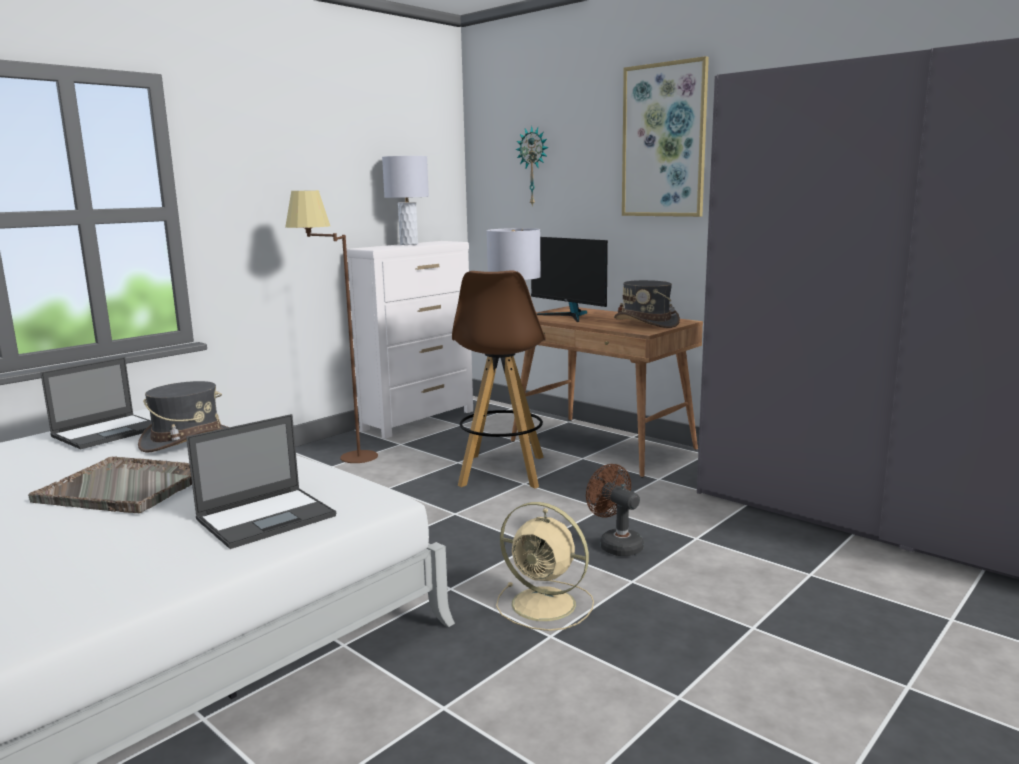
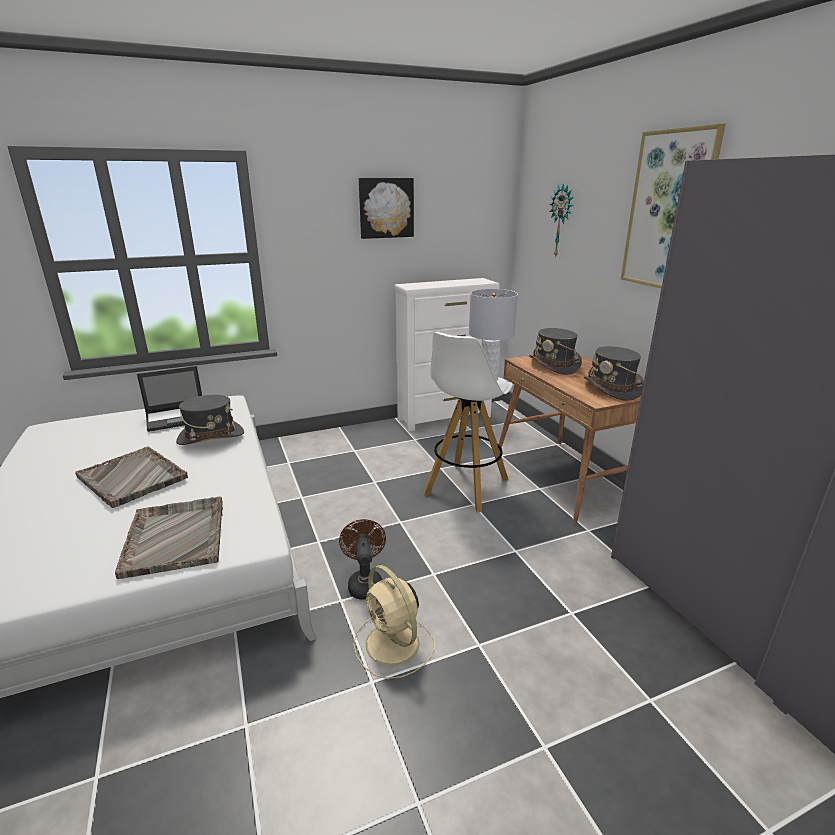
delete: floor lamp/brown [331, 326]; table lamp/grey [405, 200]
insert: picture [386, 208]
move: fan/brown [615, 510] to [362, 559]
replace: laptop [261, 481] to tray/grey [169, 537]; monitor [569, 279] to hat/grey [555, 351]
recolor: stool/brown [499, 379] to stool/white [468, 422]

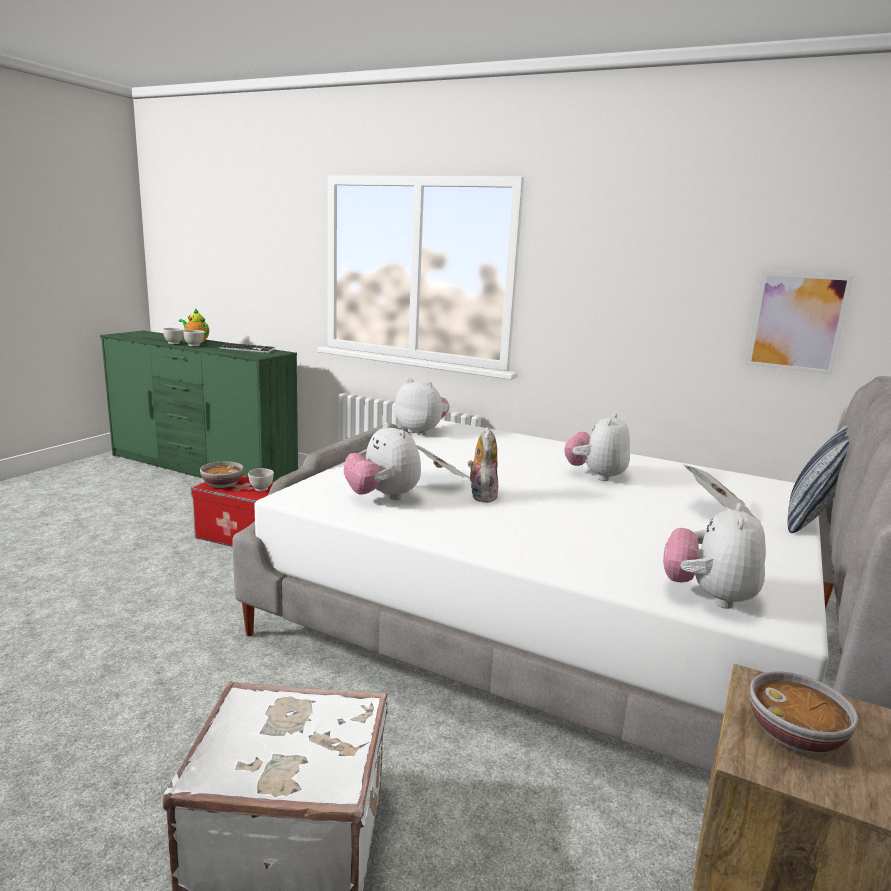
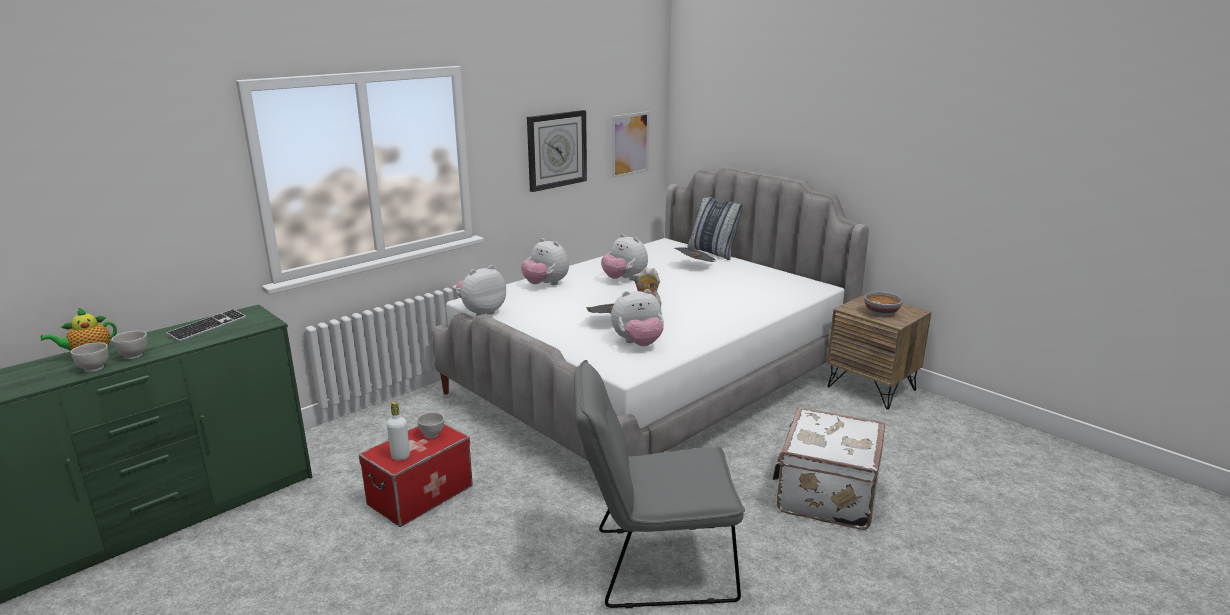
insert: wall clock [557, 151]; chair/grey [659, 484]
move: plush toy [714, 556] to [545, 261]
replace: bowl [222, 474] to bottle/white [398, 430]

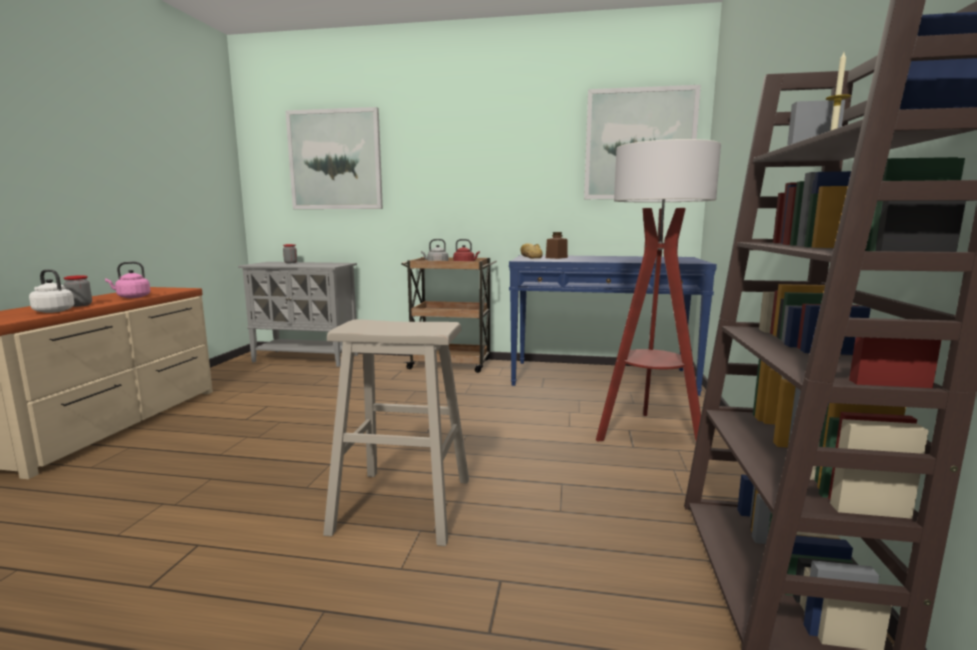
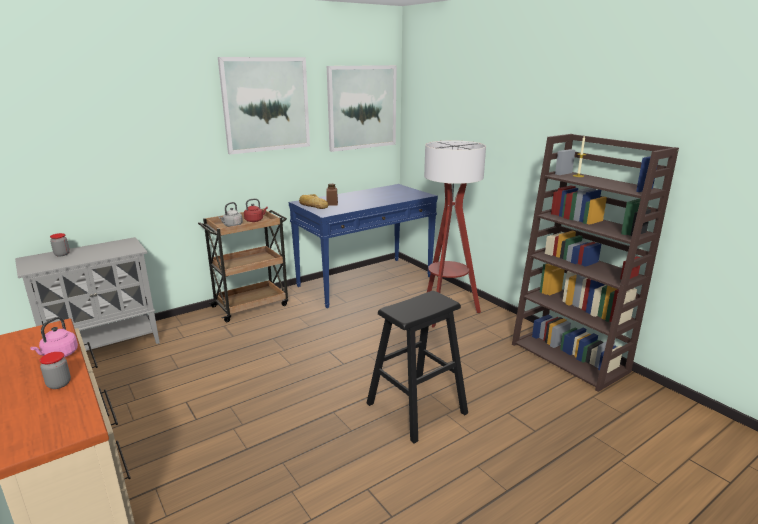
delete: kettle/white [51, 291]
move: picture [334, 158] to [264, 106]
recolor: stool/beige [396, 432] to stool/black [417, 367]

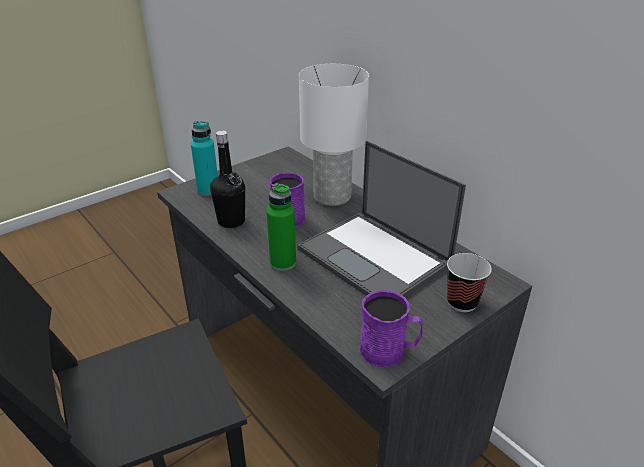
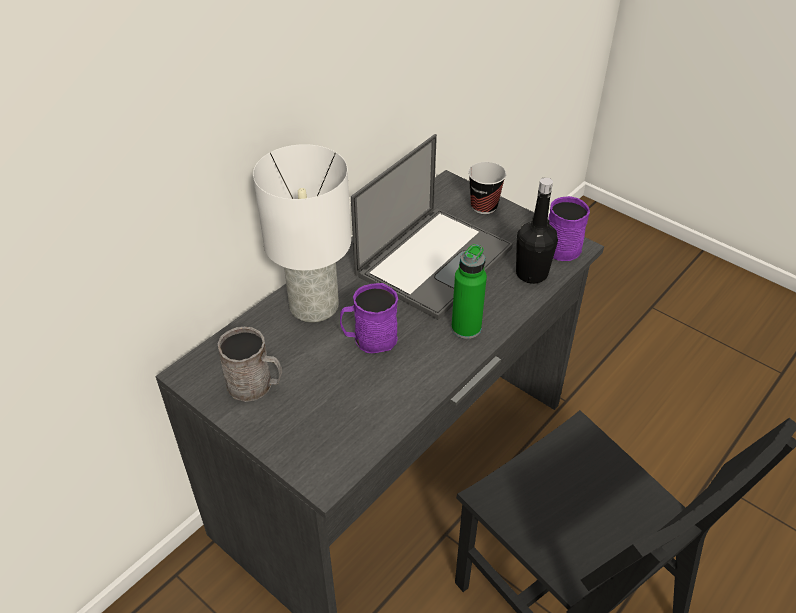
delete: bottle/turquoise [204, 158]
insert: mug/grey [249, 364]
move: bottle/black [227, 179] to [537, 230]

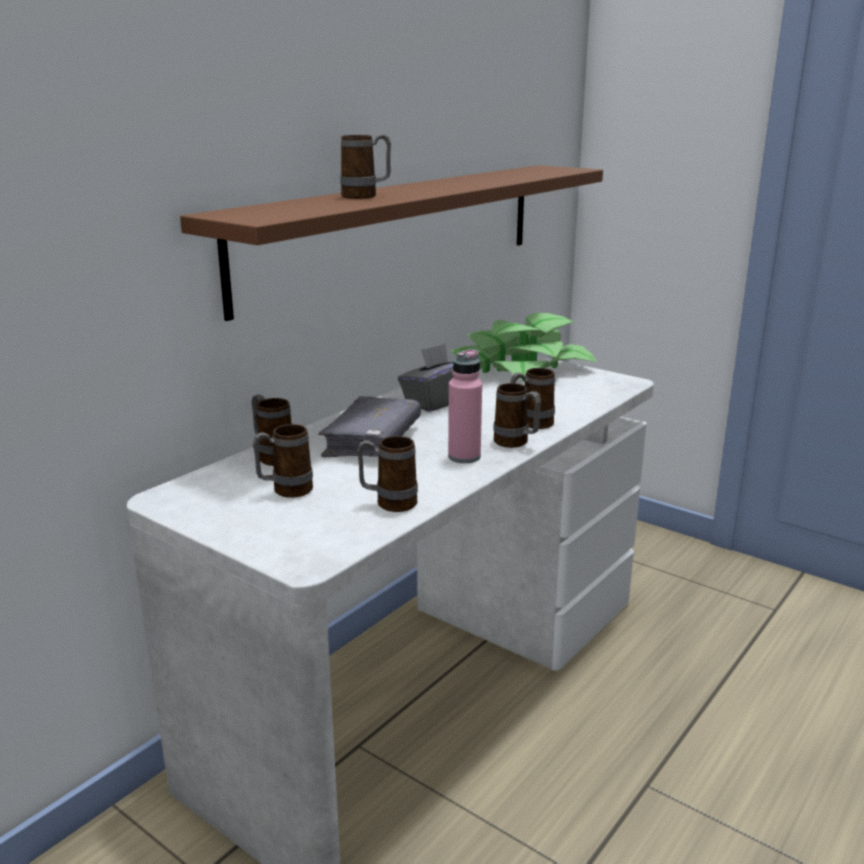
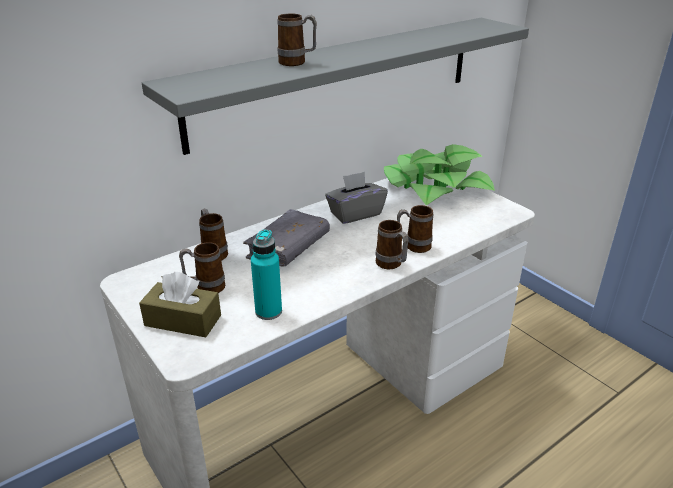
delete: bottle/pink [465, 406]
insert: tissue box/brown [180, 304]
replace: mug [387, 474] to bottle/turquoise [266, 274]
recolor: shelf/brown [391, 243] to shelf/grey [335, 86]

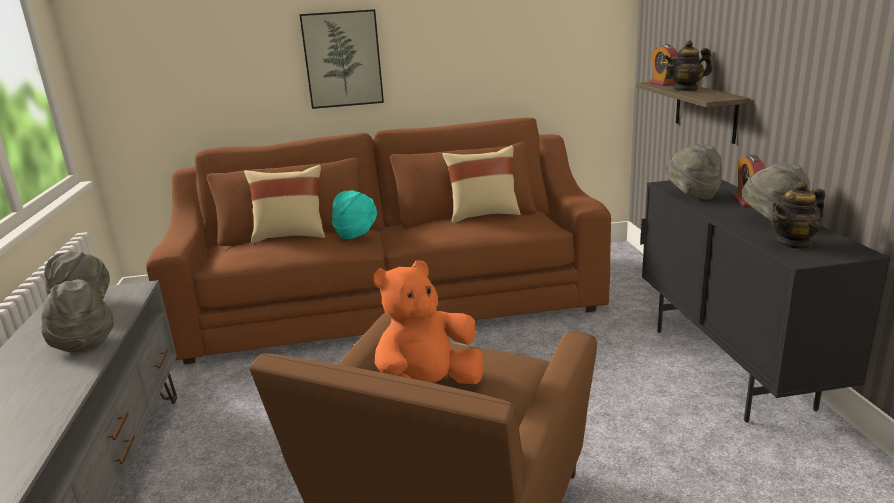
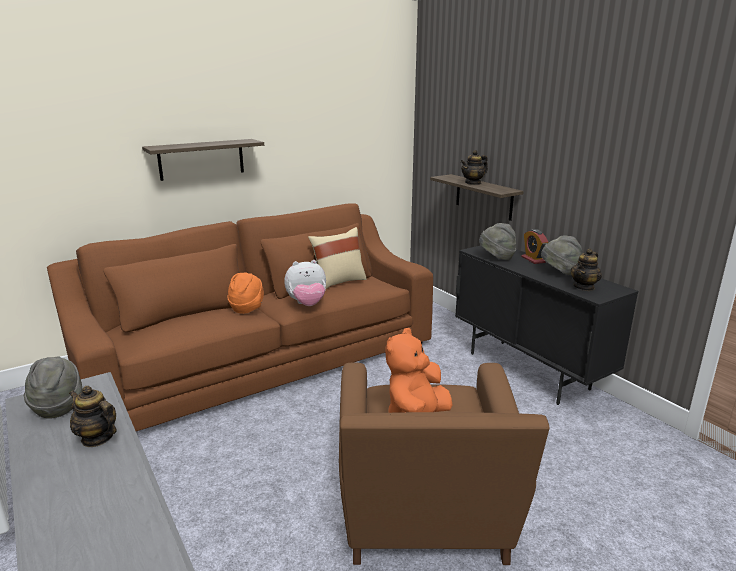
delete: pillow/beige [284, 204]; alarm clock [663, 65]
insert: plush toy [305, 283]
replace: hat/grey [77, 316] to teapot [93, 416]; picture [341, 59] to shelf [203, 160]
recolor: hat/turquoise [354, 214] to hat/orange [245, 293]

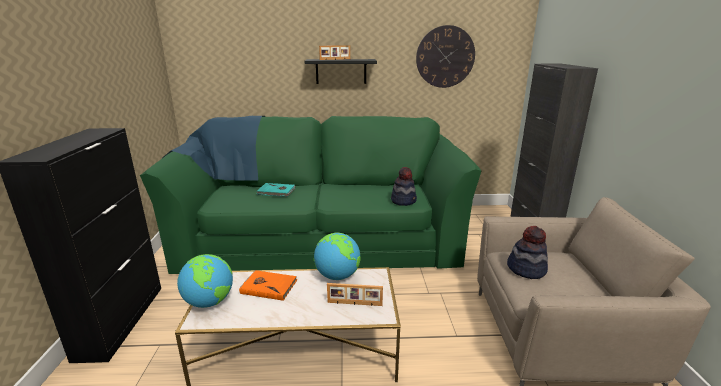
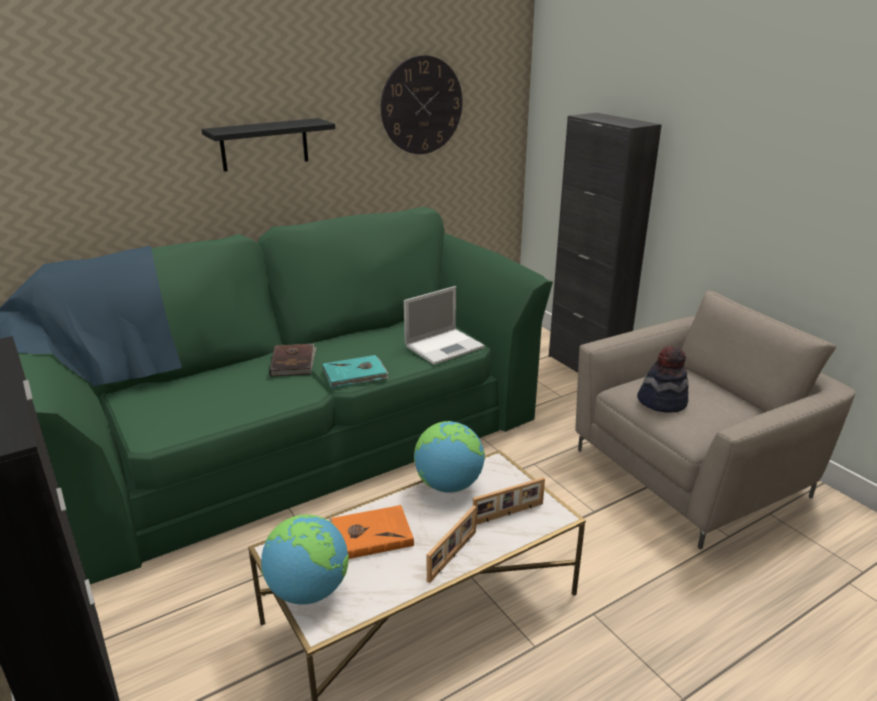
insert: book/brown [293, 360]
move: book/turquoise [276, 190] to [356, 371]; picture frame [334, 52] to [451, 544]
replace: hat [404, 186] to laptop [444, 325]

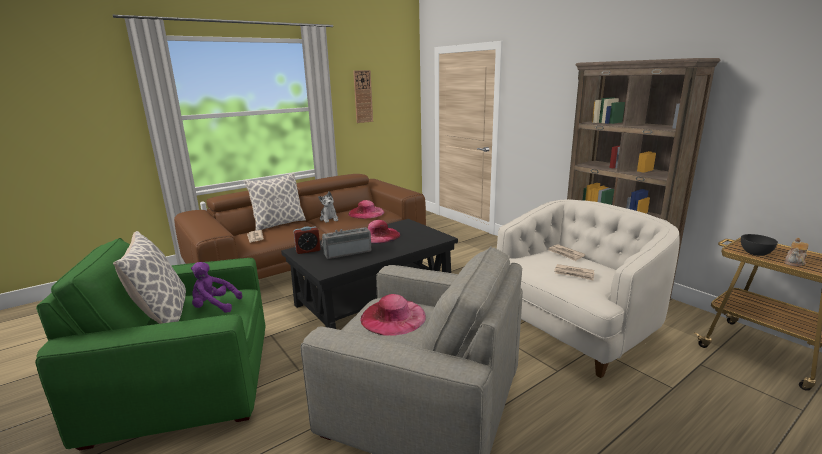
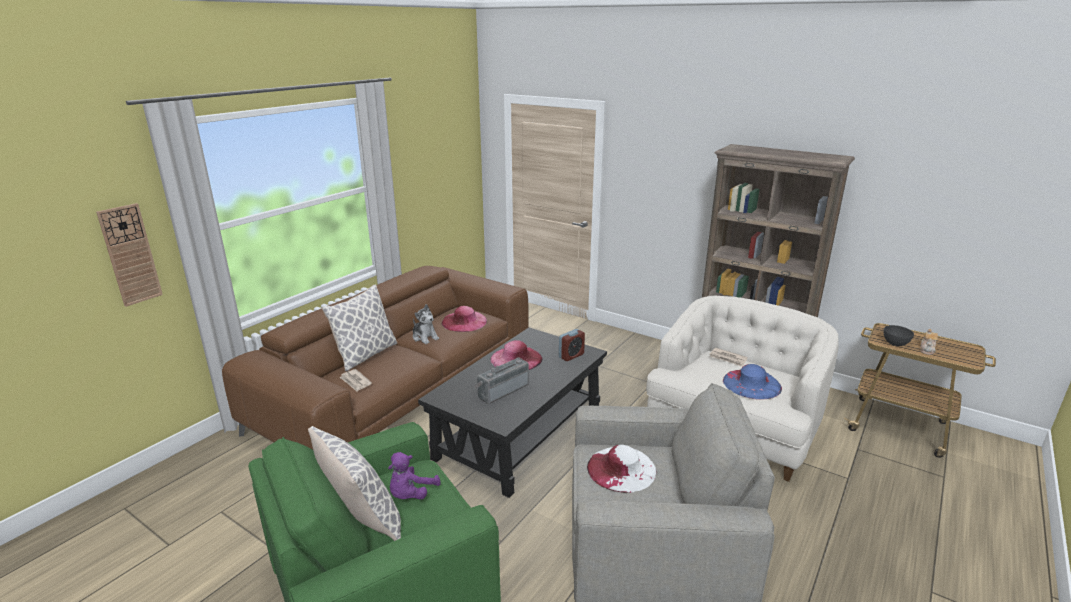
move: alarm clock [307, 240] to [572, 345]; wall clock [363, 96] to [129, 255]
replace: newspaper [574, 272] to hat/blue [752, 382]
recolor: hat/pink [393, 315] to hat/white [621, 469]
rotate: plush toy/purple [216, 287] = [414, 475] 45 degrees counterclockwise

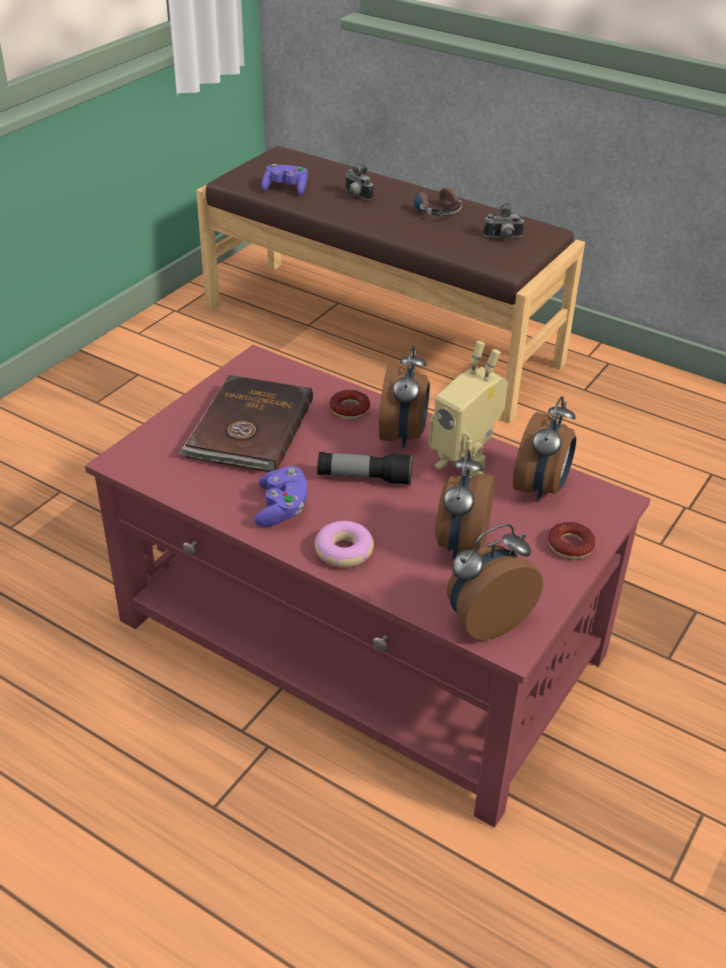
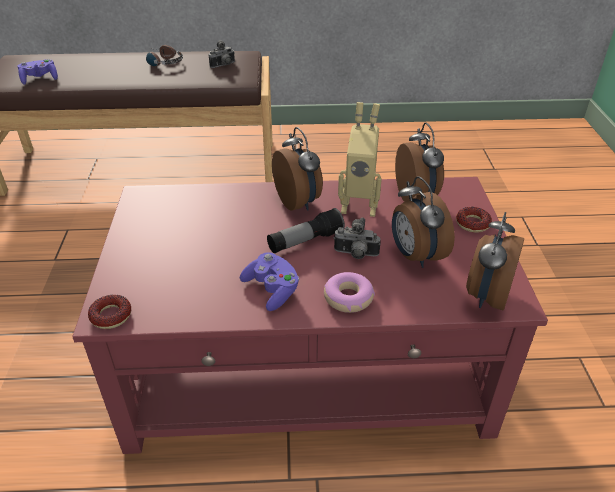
delete: book/brown [245, 423]
move: donut [349, 404] to [109, 312]; photo camera [359, 182] to [357, 238]

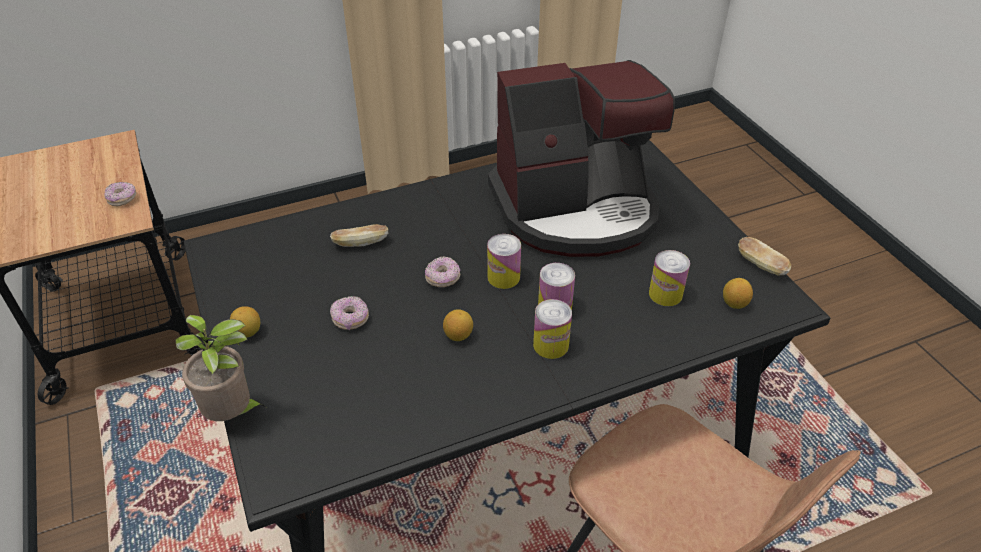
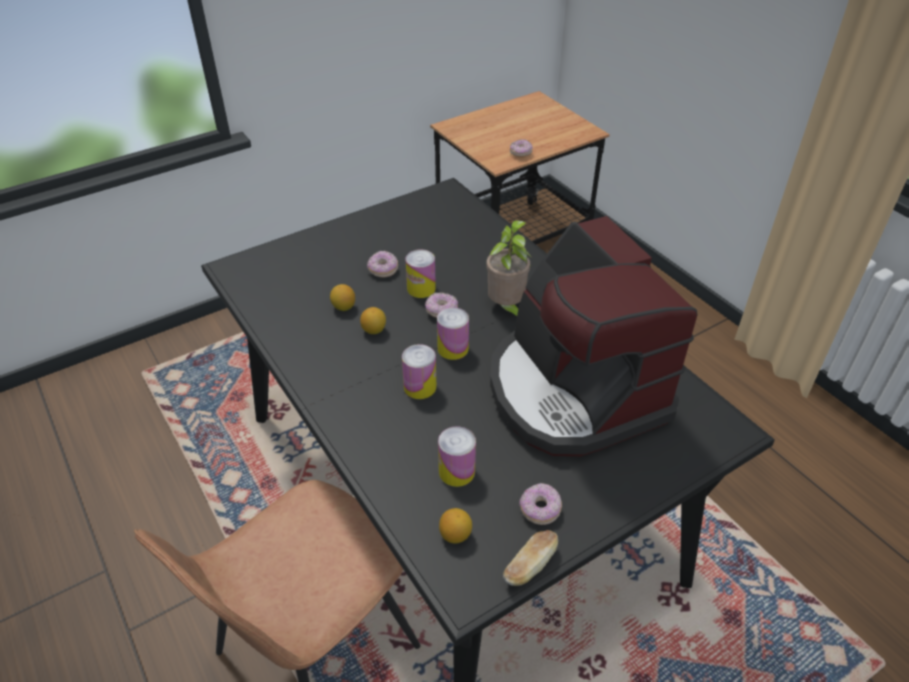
delete: bread [359, 235]
insert: donut [540, 504]
move: potted plant [220, 368] to [509, 268]; lemon [245, 322] to [342, 297]; can [552, 329] to [420, 273]

